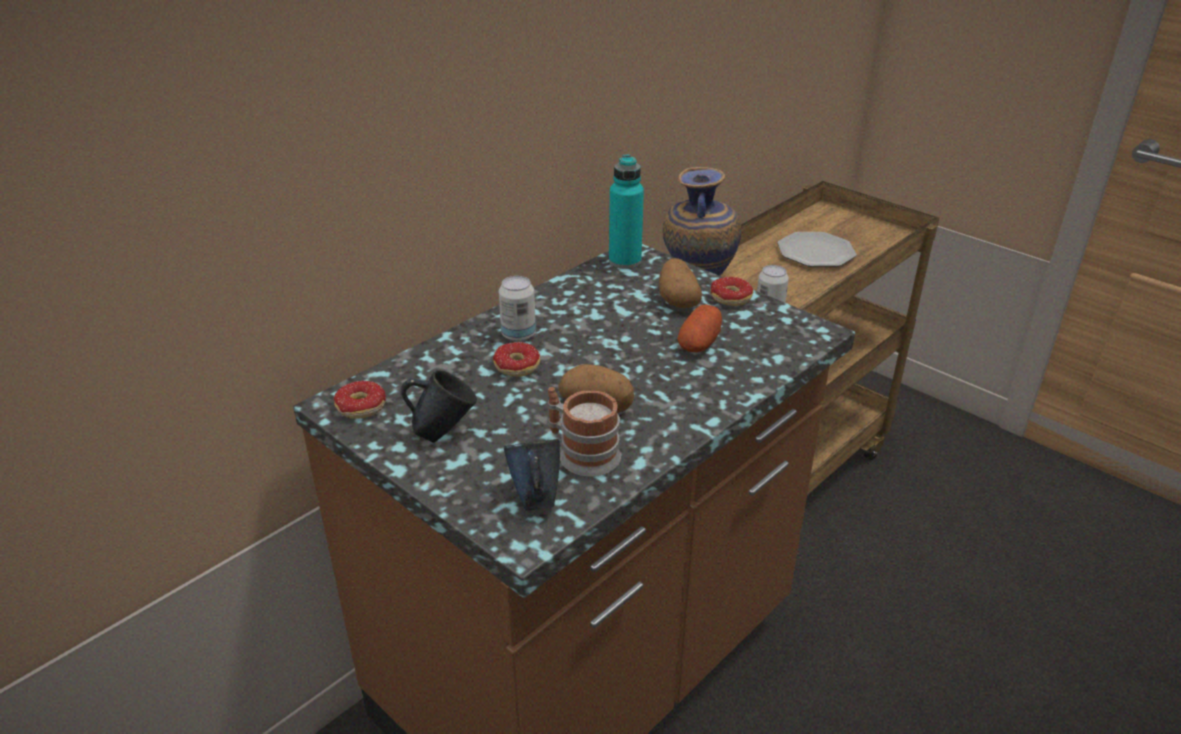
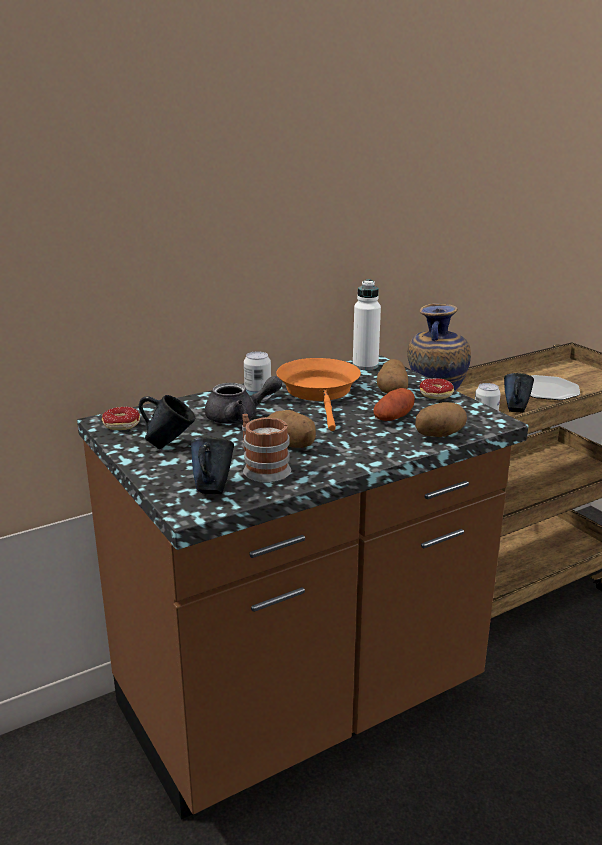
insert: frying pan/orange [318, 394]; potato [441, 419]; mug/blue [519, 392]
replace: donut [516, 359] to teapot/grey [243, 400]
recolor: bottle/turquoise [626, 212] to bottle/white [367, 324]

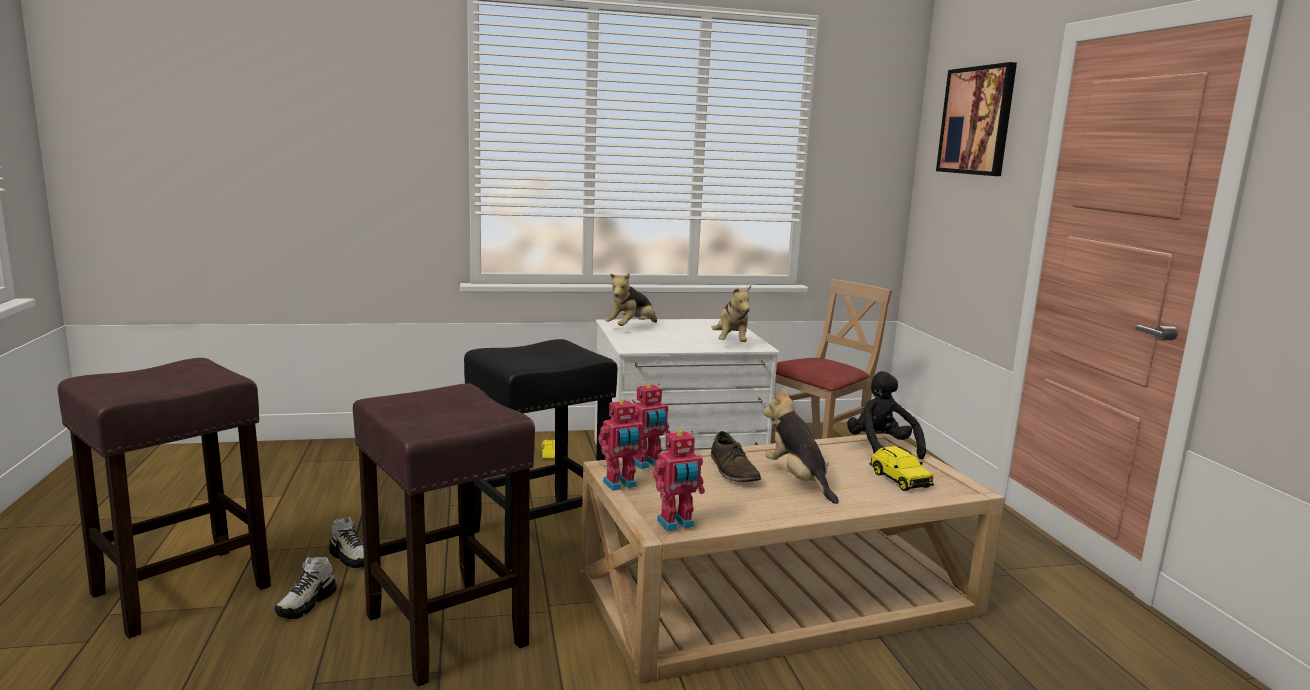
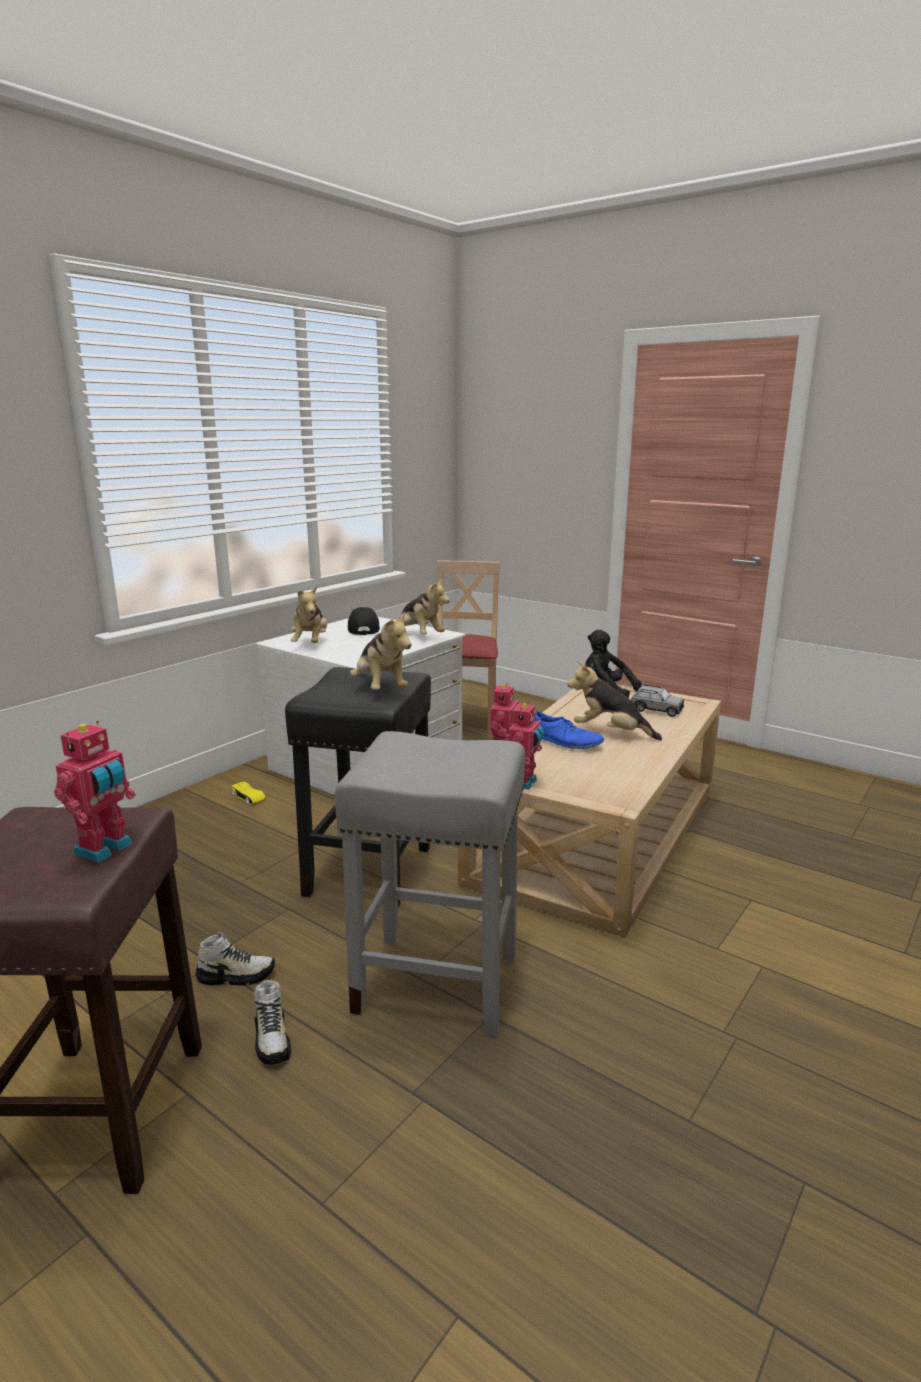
delete: picture [976, 119]
insert: cap/black [364, 621]; plush toy [381, 651]
move: toy robot [679, 480] to [95, 791]
recolor: stool/brown [444, 535] to stool/grey [430, 884]; shoe/brown [736, 456] to shoe/blue [569, 730]; toy car/yellow [902, 468] to toy car/grey [657, 701]

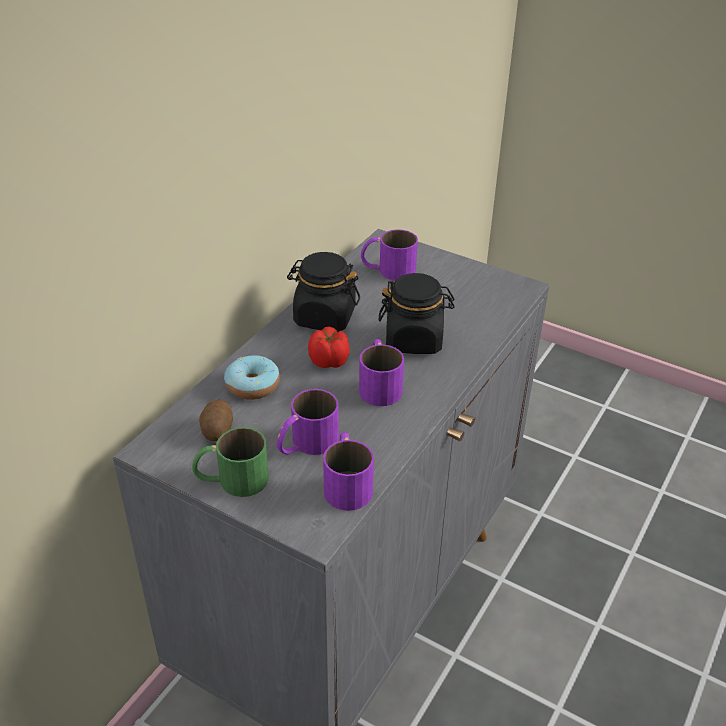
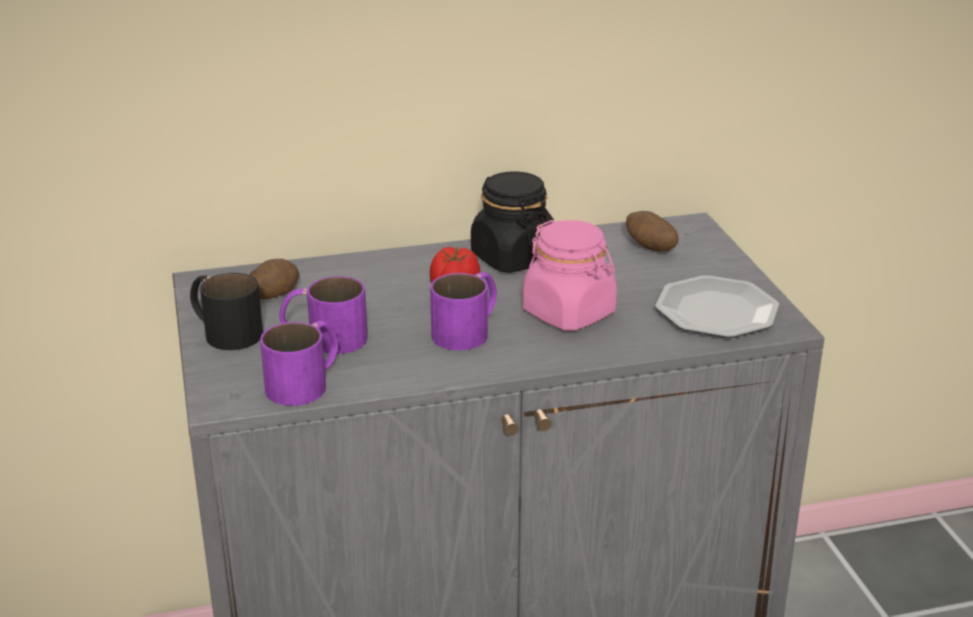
delete: donut [252, 377]
insert: plate [717, 306]
replace: mug/purple [389, 255] to potato [652, 231]
recolor: mug/green [230, 462] to mug/black [226, 311]; jar/black [416, 313] to jar/pink [570, 275]

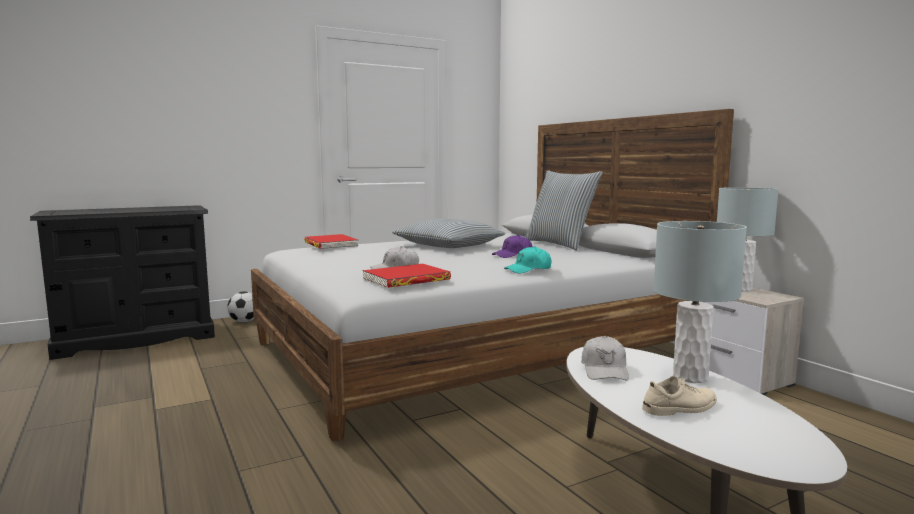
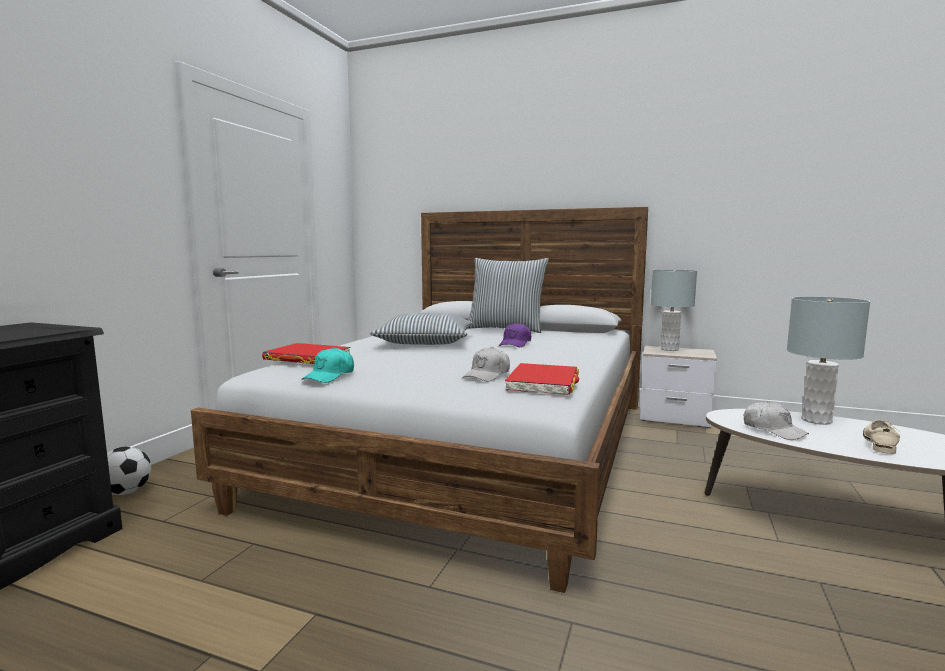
move: cap/turquoise [527, 259] to [328, 365]

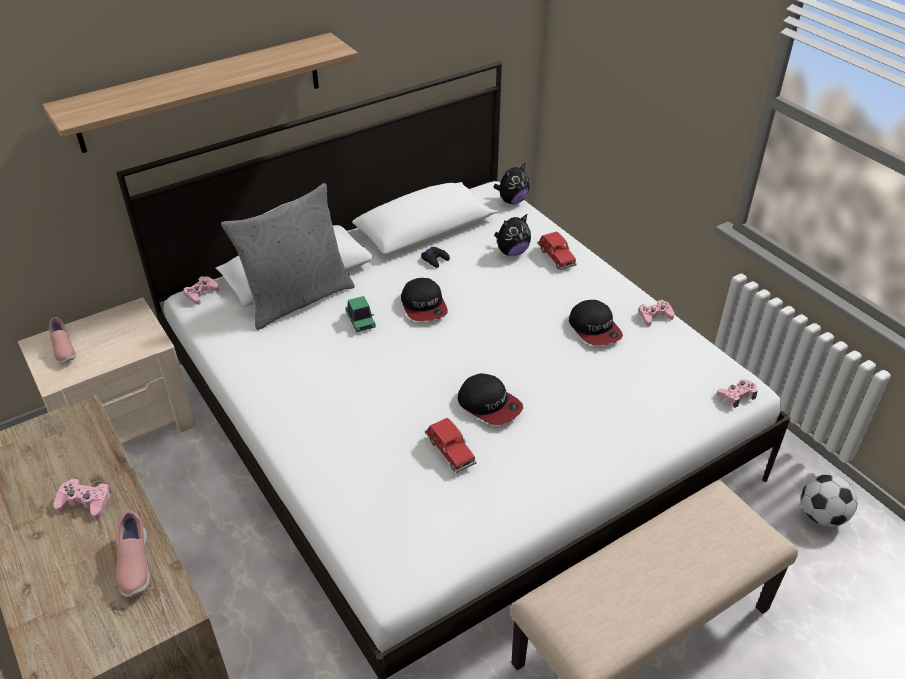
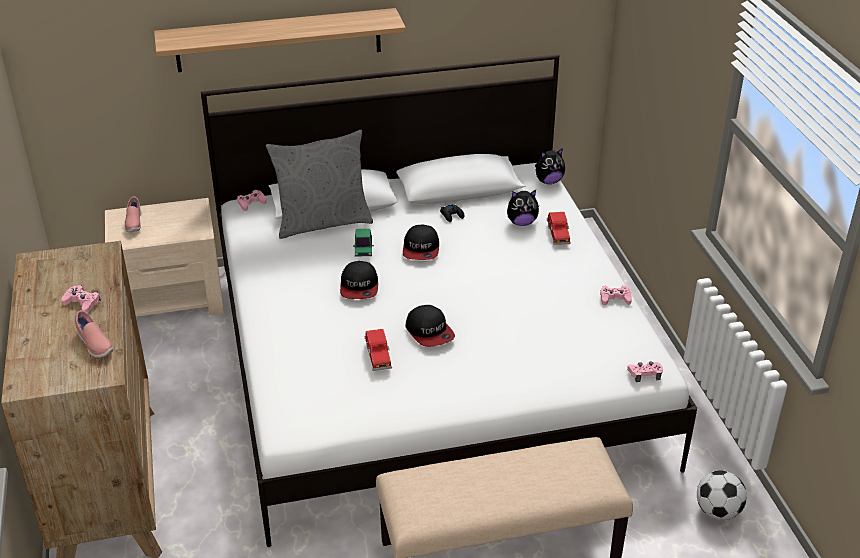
move: cap [596, 322] to [359, 280]
rotate: shoe/pink [133, 554] = [94, 334] 45 degrees counterclockwise

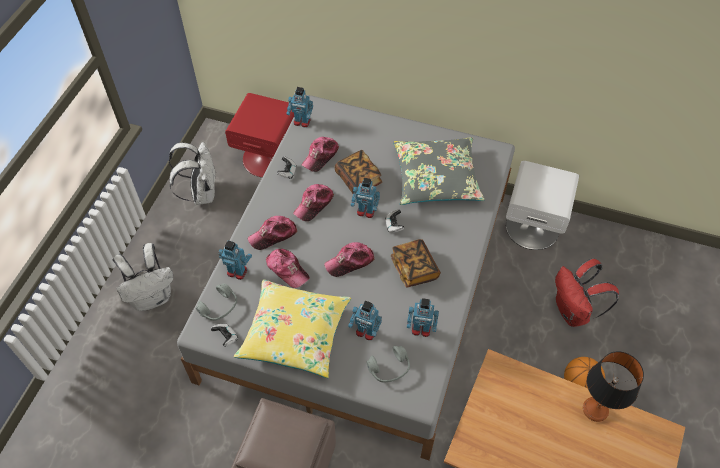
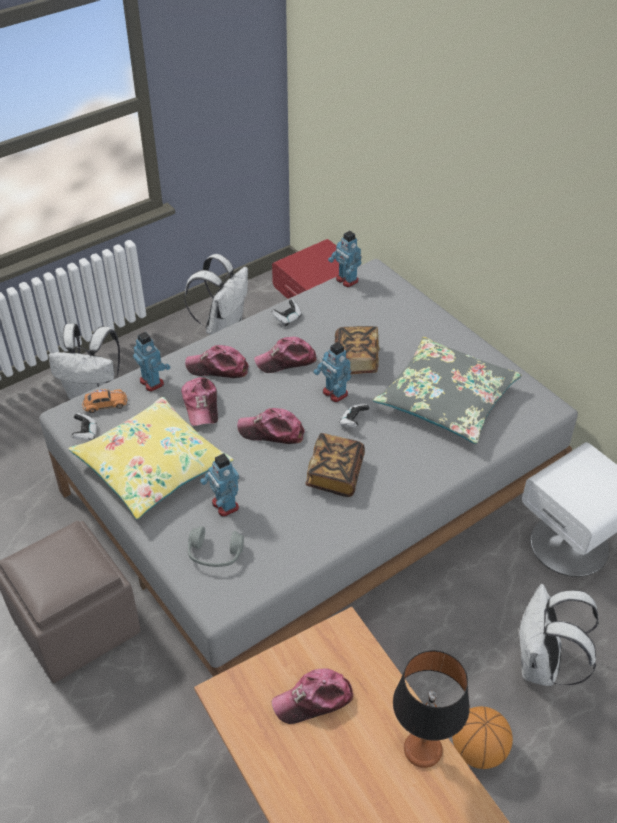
delete: toy robot [423, 317]
move: cap [320, 154] to [312, 696]
replace: headphones/grey [216, 302] to toy car/orange [104, 401]
recolor: backpack/red [587, 292] to backpack/white [558, 635]

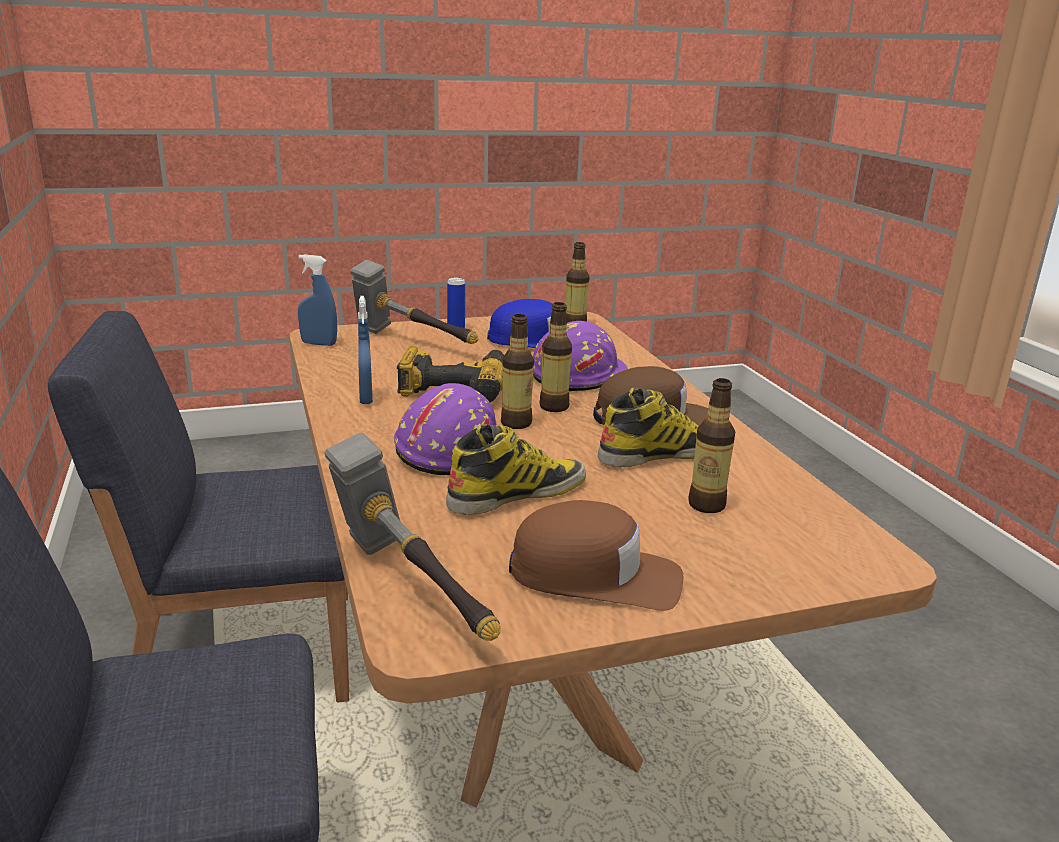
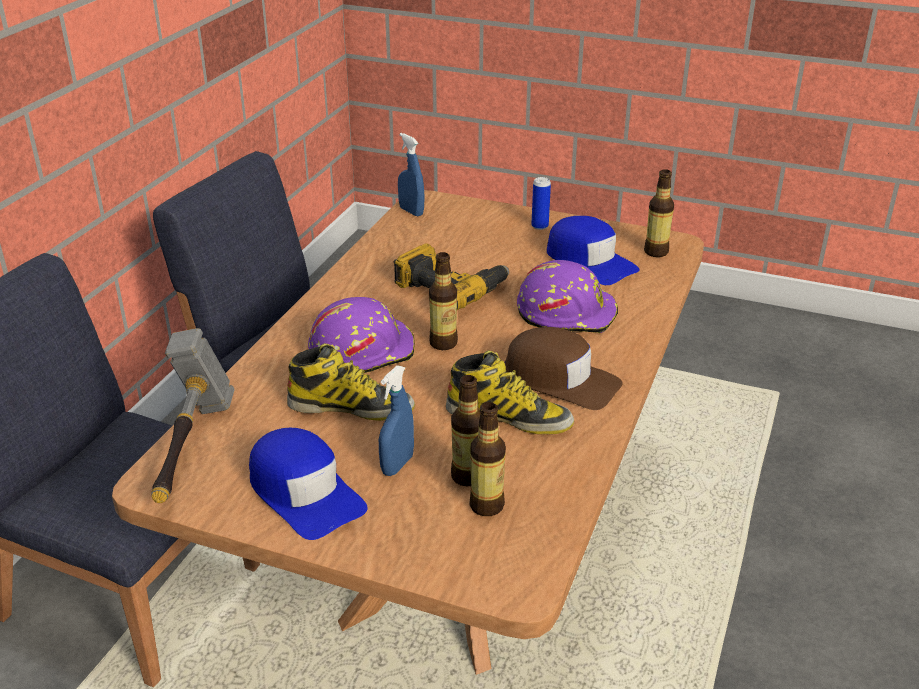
delete: hammer [414, 302]
move: spray bottle/blue [365, 350] to [396, 420]; bottle [555, 357] to [487, 459]
recolor: cap/brown [596, 555] to cap/blue [308, 484]

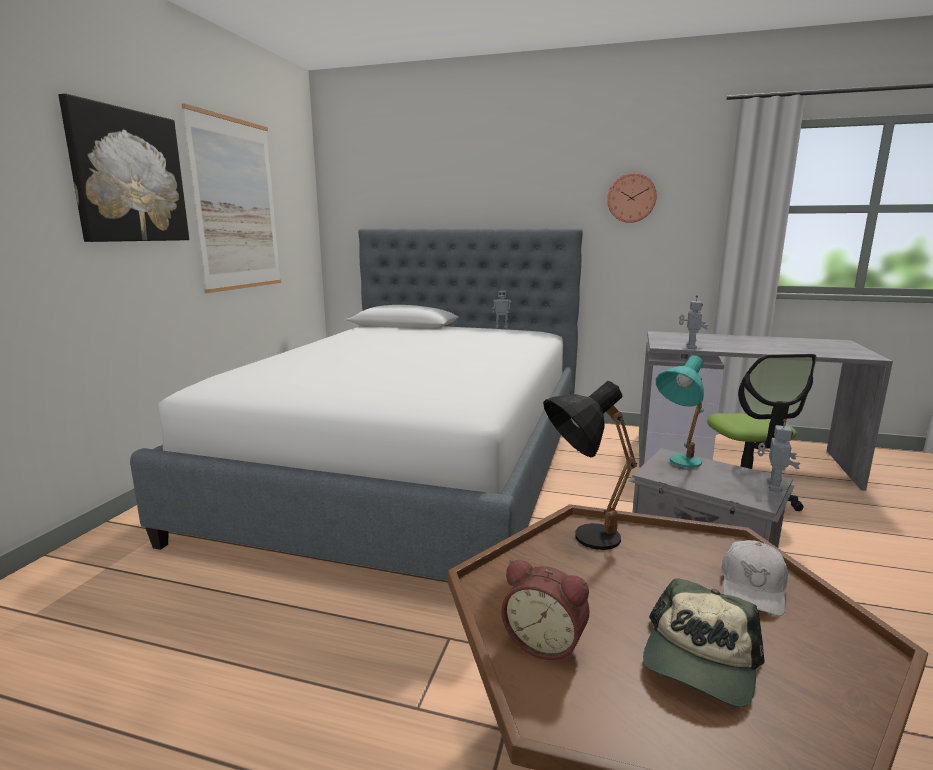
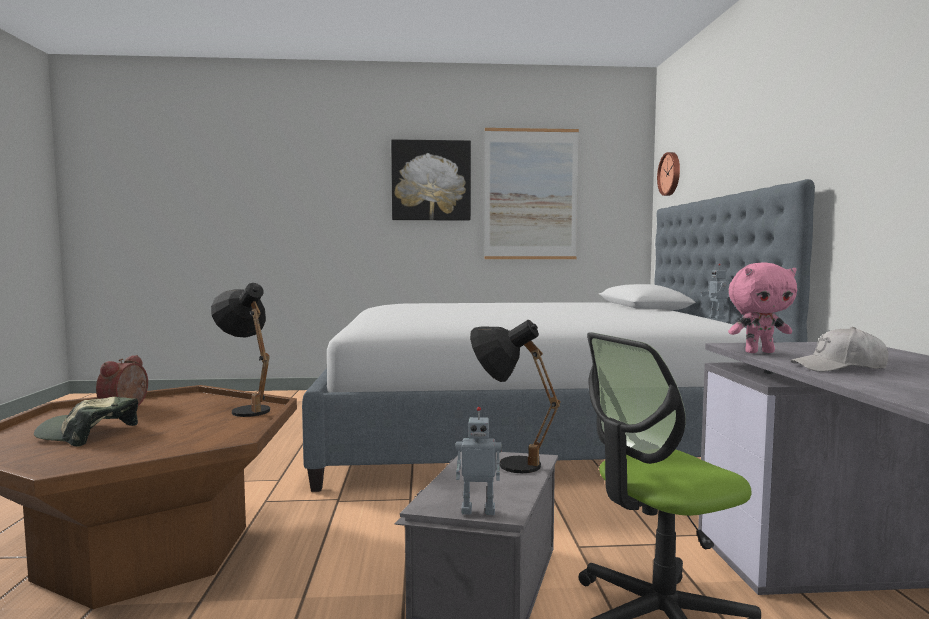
move: wall clock [632, 198] to [668, 174]; cap/white [754, 578] to [839, 349]
replace: toy robot [693, 322] to plush toy/pink [762, 308]
recolor: table lamp/turquoise [680, 412] to table lamp/black [515, 396]

